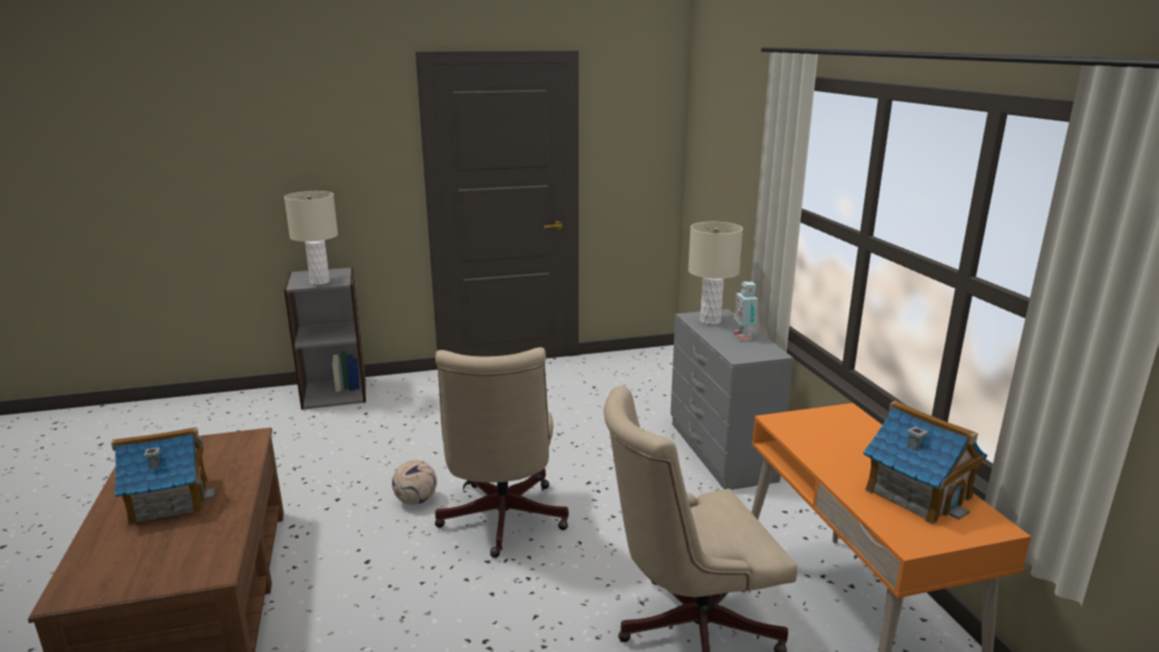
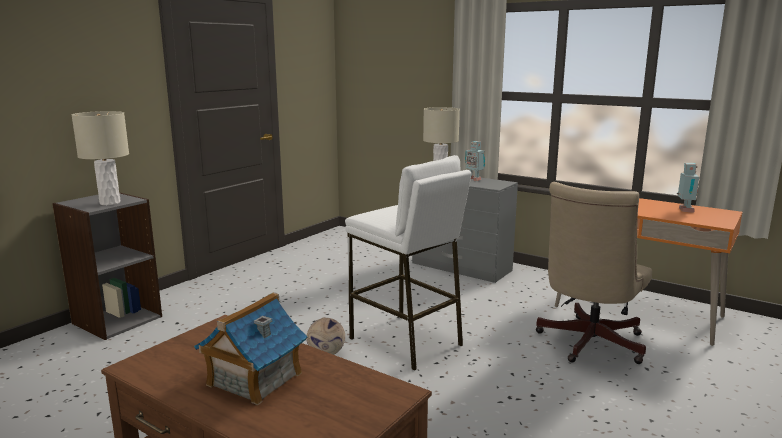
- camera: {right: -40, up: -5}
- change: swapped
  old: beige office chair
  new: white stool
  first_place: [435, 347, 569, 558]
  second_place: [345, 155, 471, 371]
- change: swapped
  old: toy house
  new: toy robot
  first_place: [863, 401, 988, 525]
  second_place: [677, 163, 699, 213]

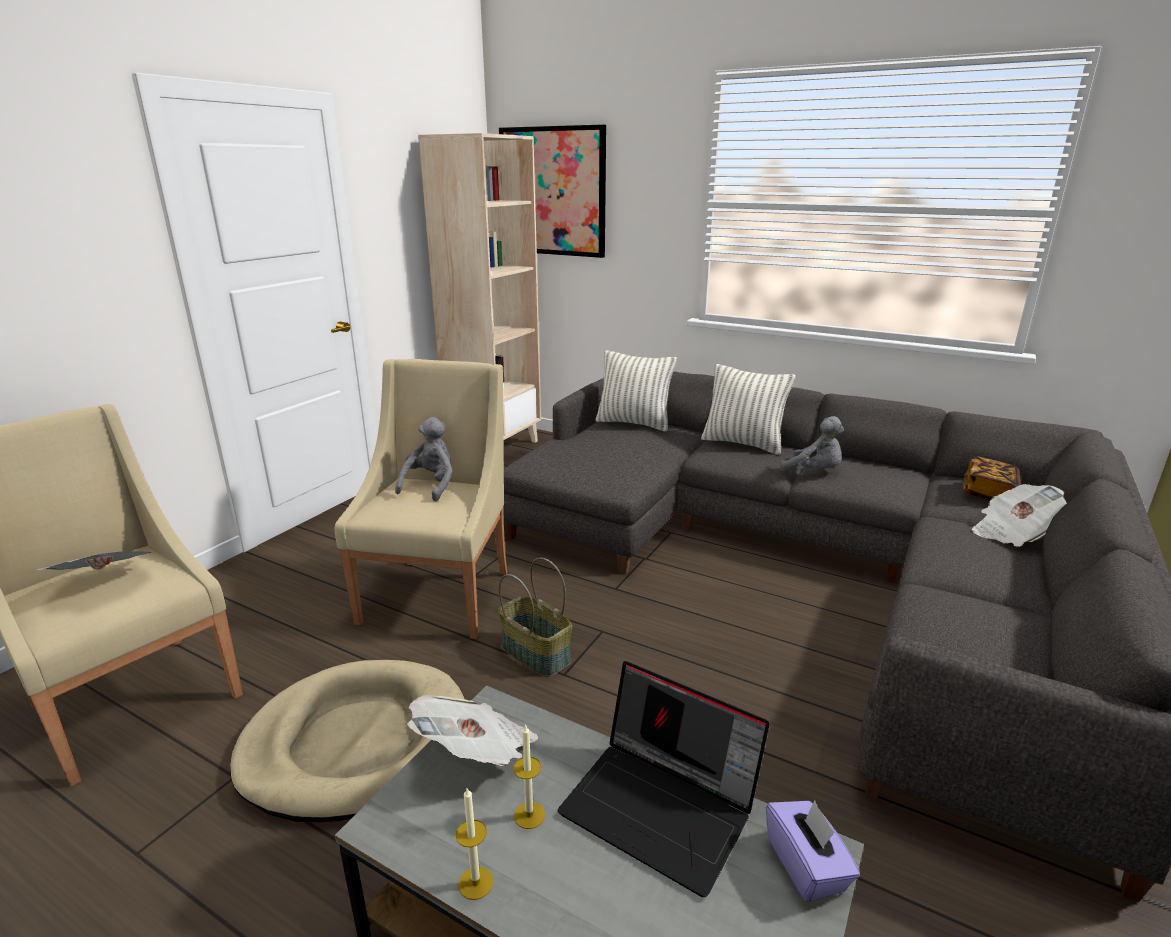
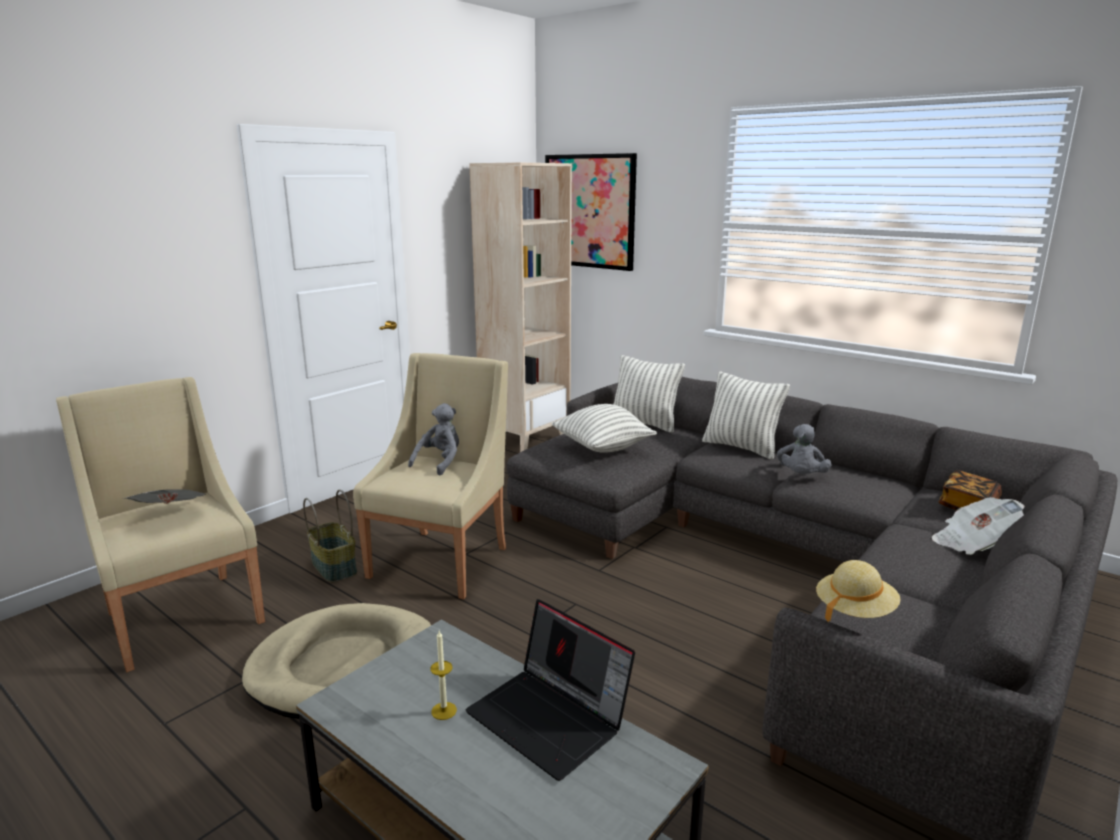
- camera: {right: 10, up: -5}
- change: rotated
  old: grey plush toy
  first_place: [780, 416, 844, 471]
  second_place: [777, 424, 831, 474]
  degrees: 60
- change: shifted
  old: basket
  first_place: [498, 558, 573, 677]
  second_place: [303, 490, 357, 583]
- change: gone
  old: newspaper
  first_place: [407, 695, 538, 766]
- change: gone
  old: candle
  first_place: [456, 788, 494, 900]
- change: gone
  old: purple tissue box
  first_place: [766, 800, 860, 902]
- change: new
  new: pillow
  second_place: [552, 404, 657, 453]
- change: new
  new: beige hat
  second_place: [816, 560, 901, 622]

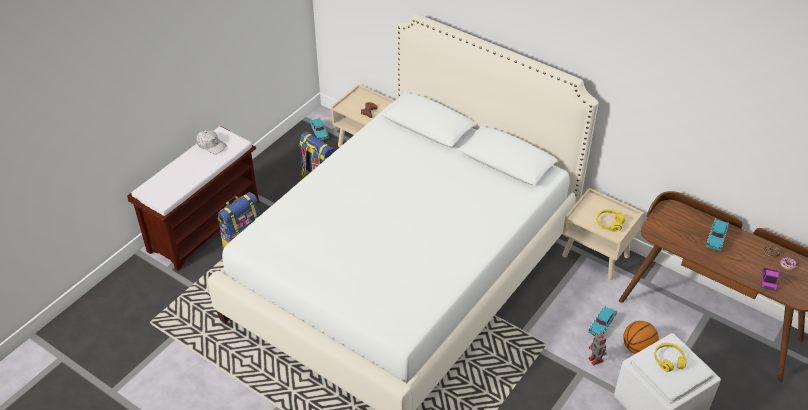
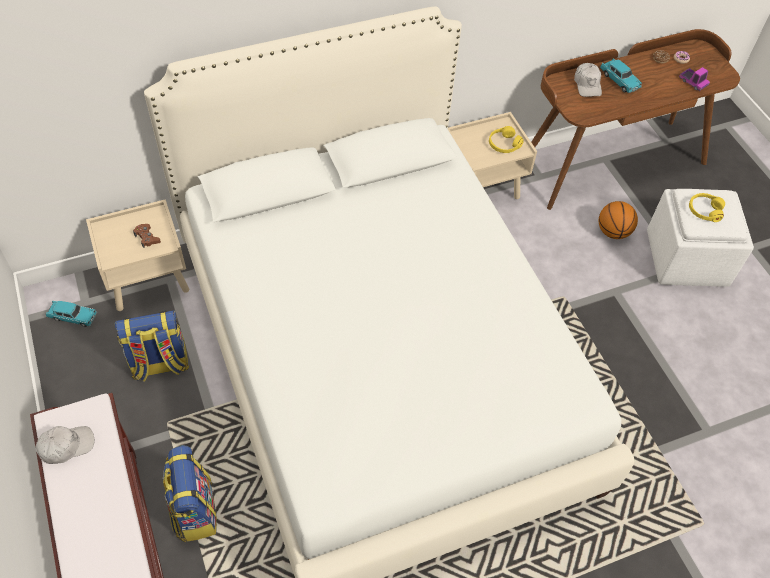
- camera: {right: -60, up: 10}
- change: gone
  old: turquoise toy car
  first_place: [588, 306, 617, 336]
- change: gone
  old: toy robot
  first_place: [588, 333, 607, 365]
- change: new
  new: white cap
  second_place: [574, 63, 602, 97]

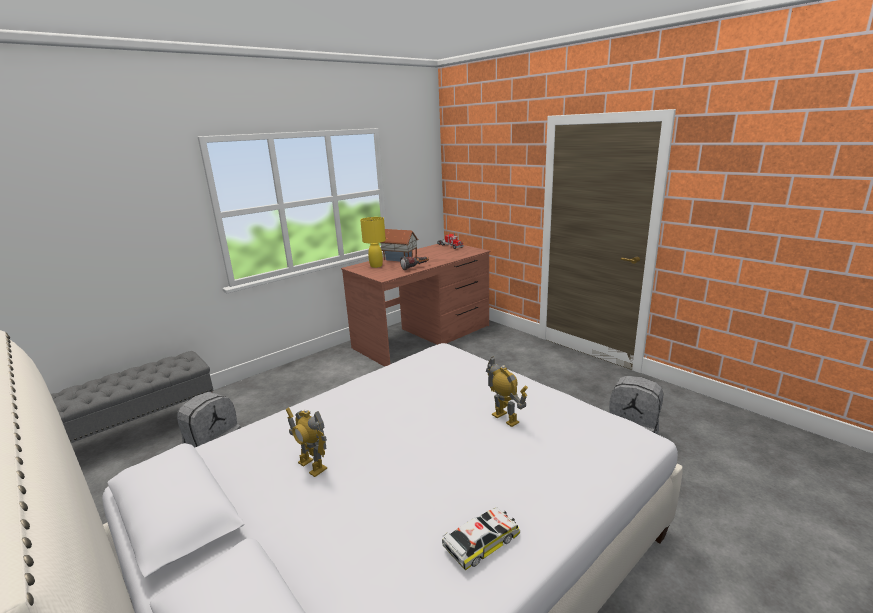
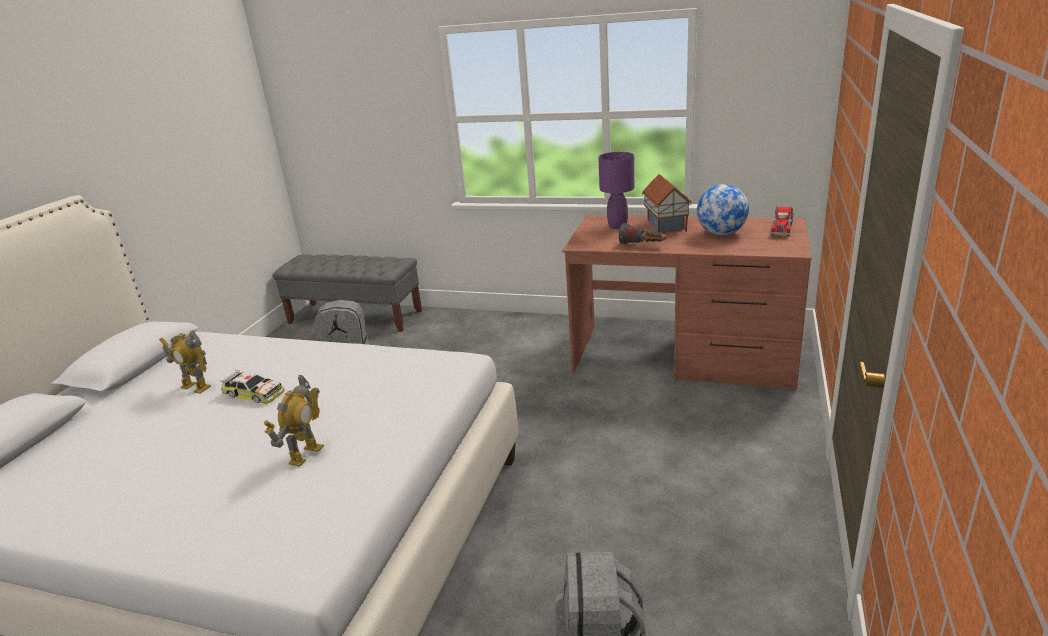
- camera: {right: 60, up: 5}
- change: repainted
  old: yellow table lamp
  new: purple table lamp
  first_place: [360, 217, 386, 268]
  second_place: [598, 152, 634, 229]
- change: rotated
  old: toy robot
  first_place: [286, 408, 327, 477]
  second_place: [159, 330, 211, 394]
  degrees: -75
- change: shifted
  old: toy car
  first_place: [442, 508, 520, 570]
  second_place: [221, 370, 285, 403]
- change: new
  new: globe
  second_place: [697, 184, 749, 235]

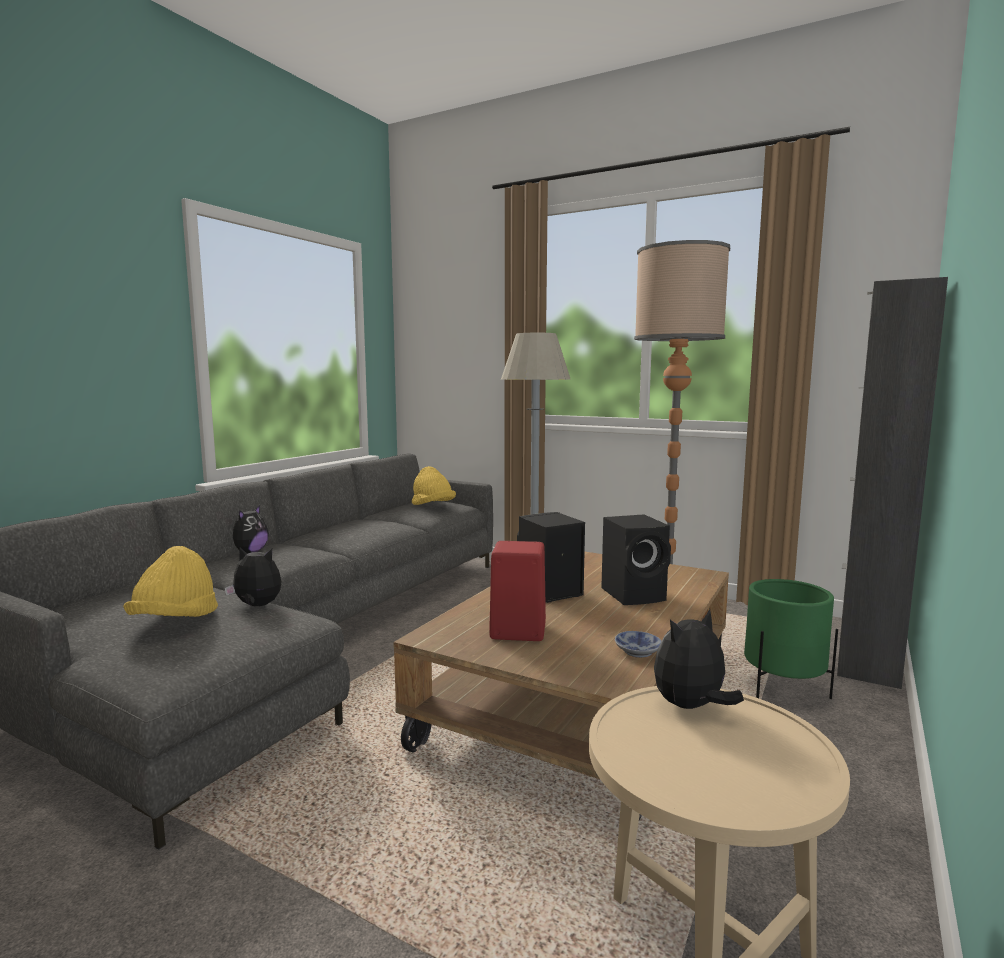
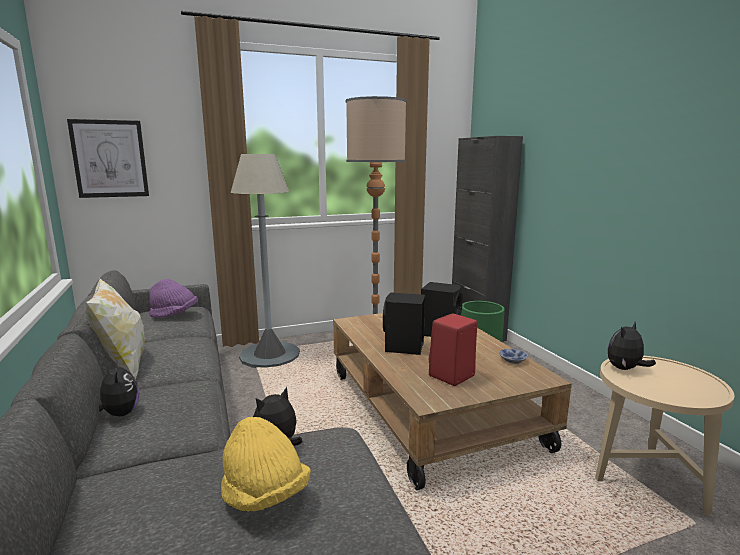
- camera: {right: -50, up: 5}
- change: repainted
  old: yellow hat
  new: purple hat
  first_place: [412, 466, 456, 505]
  second_place: [149, 279, 198, 318]
- change: rotated
  old: plush toy
  first_place: [654, 609, 744, 709]
  second_place: [607, 322, 656, 370]
  degrees: 45
- change: new
  new: picture
  second_place: [67, 119, 149, 198]
- change: new
  new: pillow
  second_place: [86, 277, 145, 380]

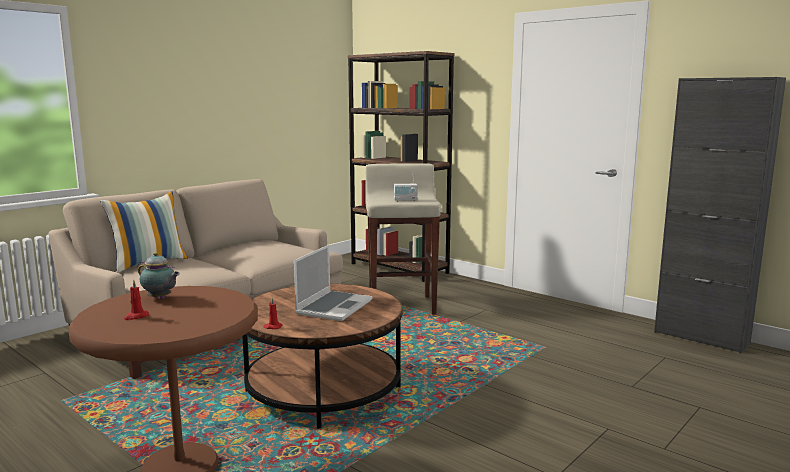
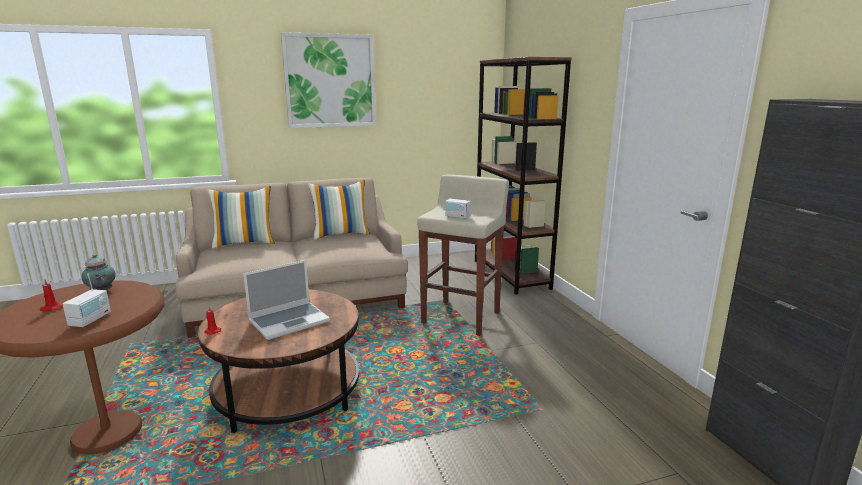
- camera: {right: 30, up: 5}
- change: new
  new: picture
  second_place: [281, 32, 376, 128]
- change: new
  new: pillow
  second_place: [308, 180, 370, 240]
- change: new
  new: radio
  second_place: [63, 273, 111, 327]

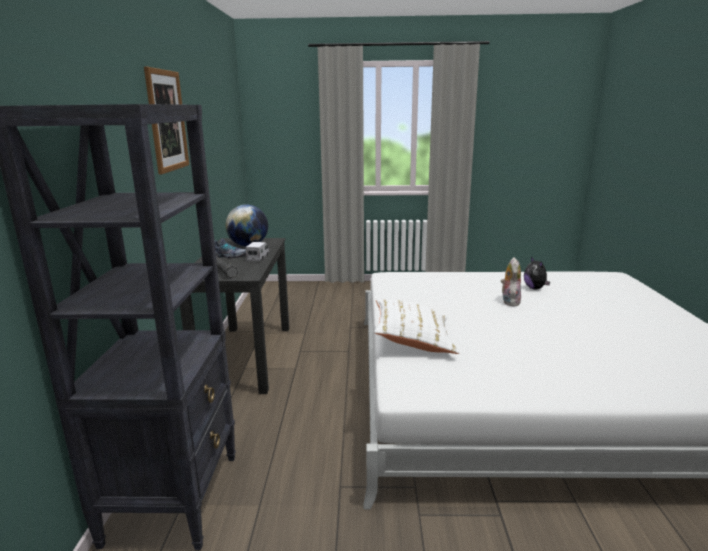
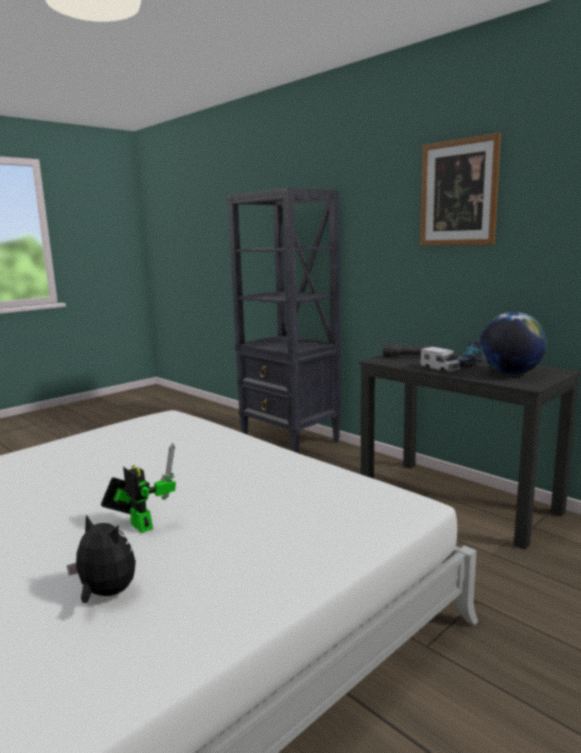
- camera: {right: 135, up: -5}
- change: swapped
  old: plush toy
  new: toy robot
  first_place: [501, 257, 521, 306]
  second_place: [101, 443, 176, 533]
- change: gone
  old: white pillow
  first_place: [374, 299, 460, 354]

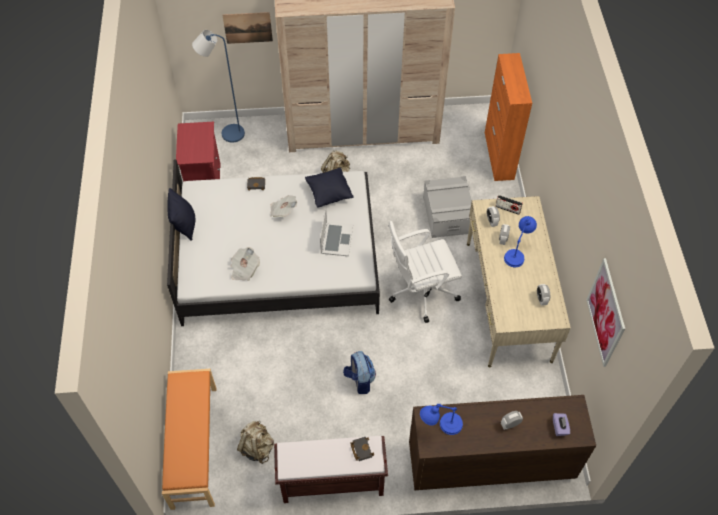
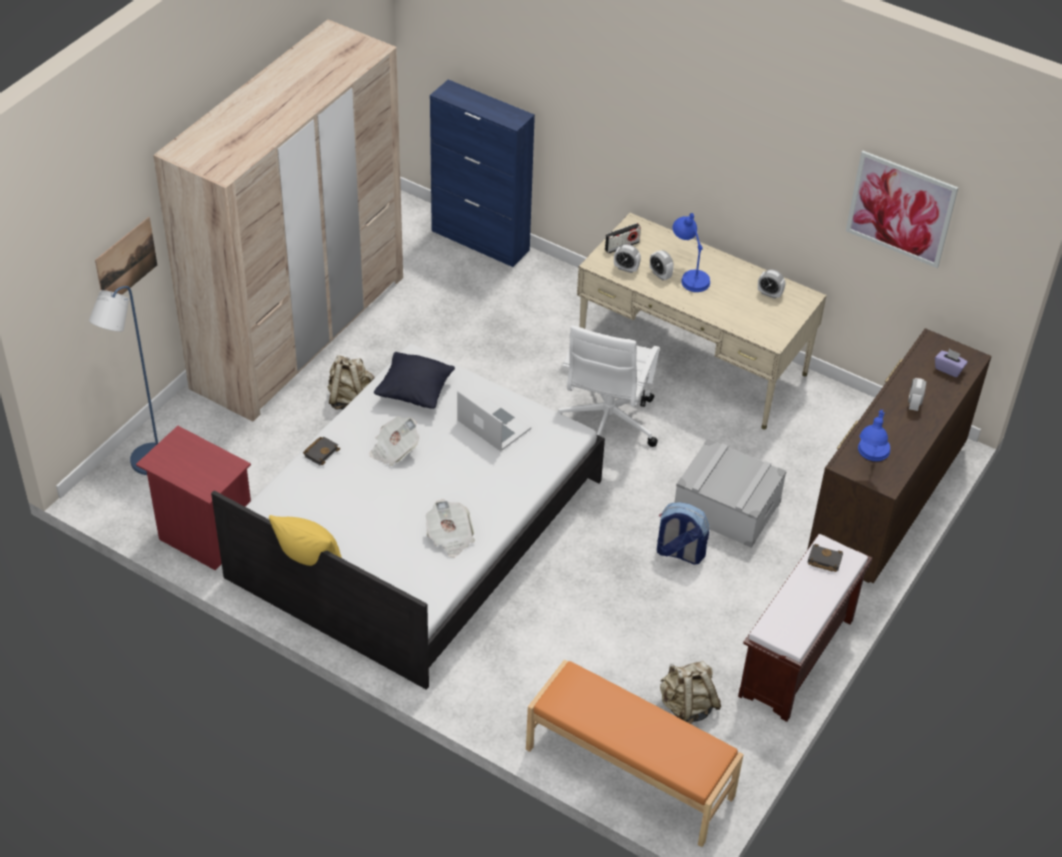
- camera: {right: -55, up: -10}
- change: repainted
  old: orange cabinet
  new: blue cabinet
  first_place: [485, 53, 532, 181]
  second_place: [430, 80, 535, 267]
- change: shifted
  old: grey storage box
  first_place: [423, 176, 472, 238]
  second_place: [675, 438, 787, 548]
- change: repainted
  old: black pillow
  new: yellow pillow
  first_place: [167, 188, 195, 241]
  second_place: [269, 515, 342, 566]

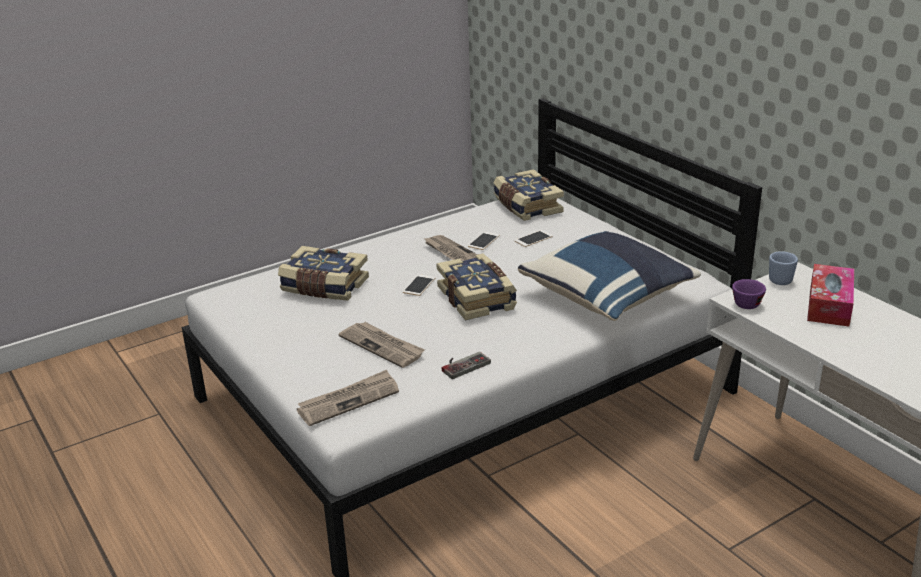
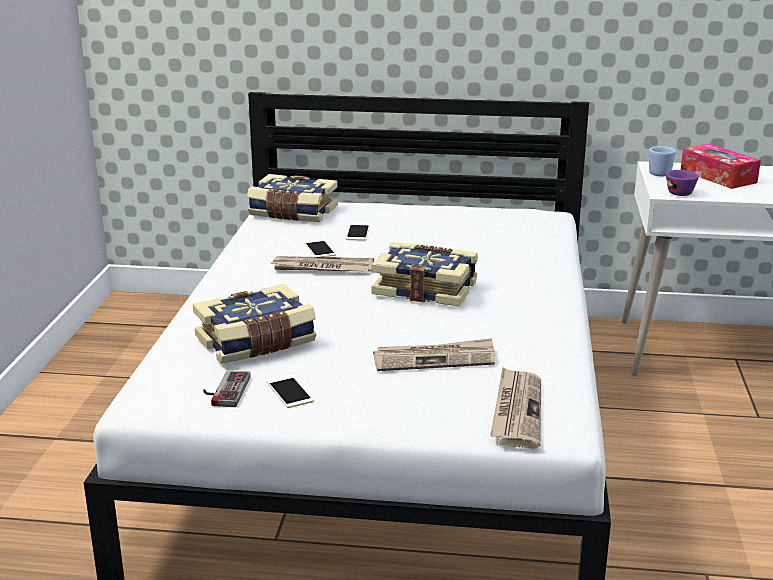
- camera: {right: -50, up: -5}
- change: gone
  old: blue pillow
  first_place: [518, 231, 701, 321]
- change: shifted
  old: phone
  first_place: [403, 274, 435, 296]
  second_place: [266, 375, 314, 408]
- change: shifted
  old: game controller
  first_place: [442, 352, 491, 379]
  second_place: [203, 370, 250, 407]

